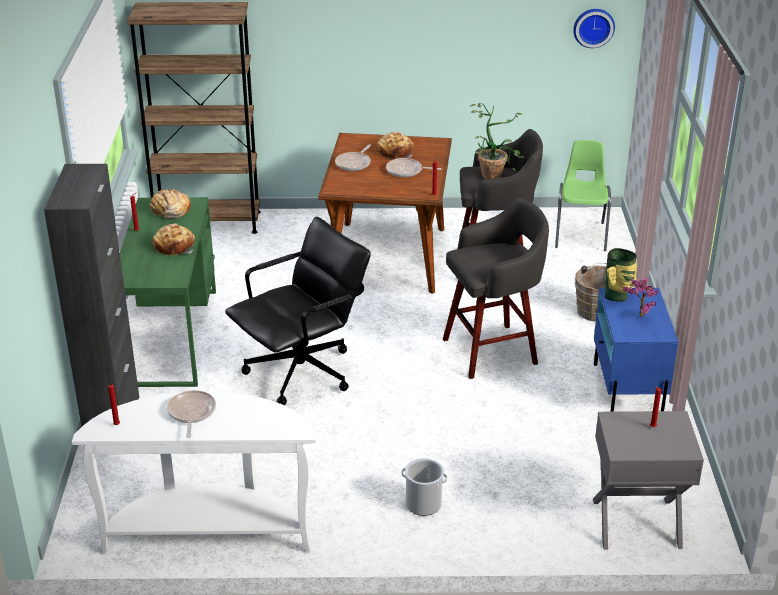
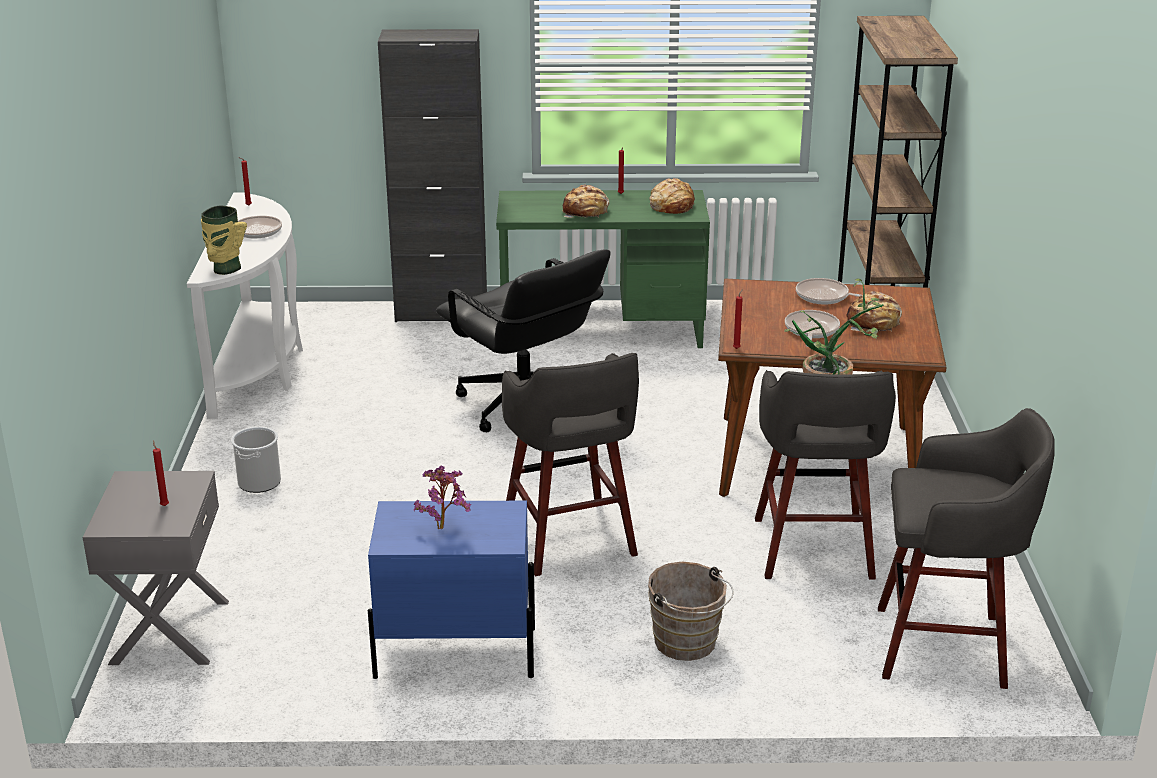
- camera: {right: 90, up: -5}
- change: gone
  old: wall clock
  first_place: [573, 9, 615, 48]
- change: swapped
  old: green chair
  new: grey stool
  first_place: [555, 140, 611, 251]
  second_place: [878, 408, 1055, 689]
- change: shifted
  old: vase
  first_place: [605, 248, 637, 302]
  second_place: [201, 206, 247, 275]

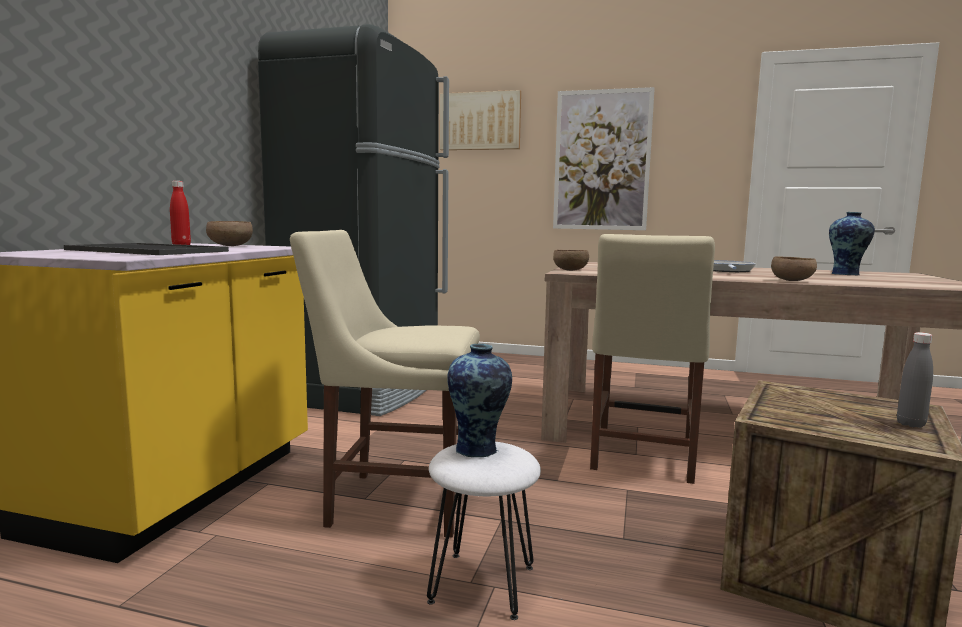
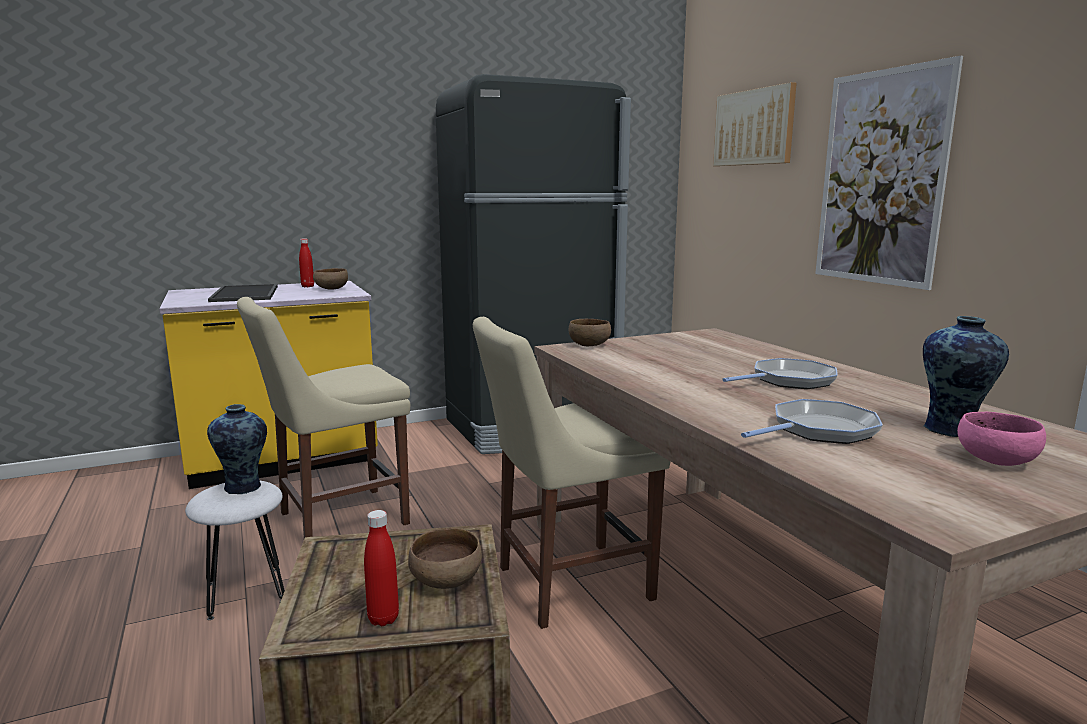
- camera: {right: 50, up: 5}
- change: rotated
  old: beige chair
  first_place: [290, 230, 480, 538]
  second_place: [237, 297, 410, 539]
  degrees: -90
- change: shifted
  old: brown bowl
  first_place: [771, 256, 817, 281]
  second_place: [408, 528, 482, 589]
- change: repainted
  old: grey bottle
  new: red bottle
  first_place: [897, 332, 933, 428]
  second_place: [364, 510, 399, 626]
- change: new
  new: frying pan
  second_place: [741, 399, 883, 444]
- change: new
  new: pink bowl
  second_place: [957, 412, 1046, 466]

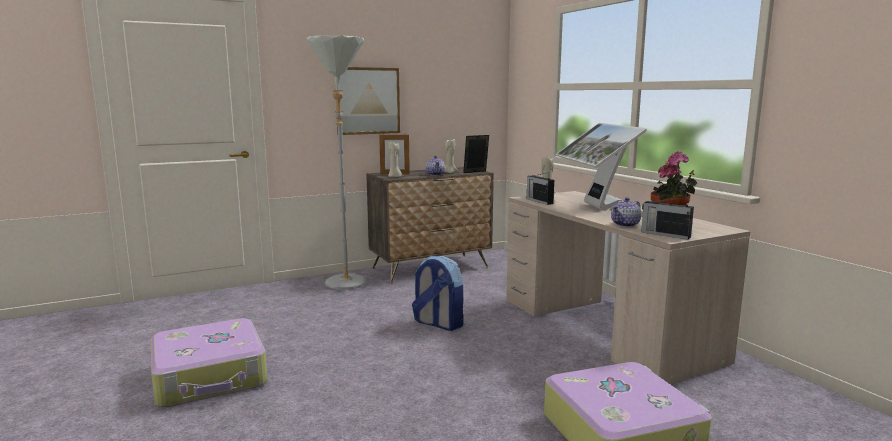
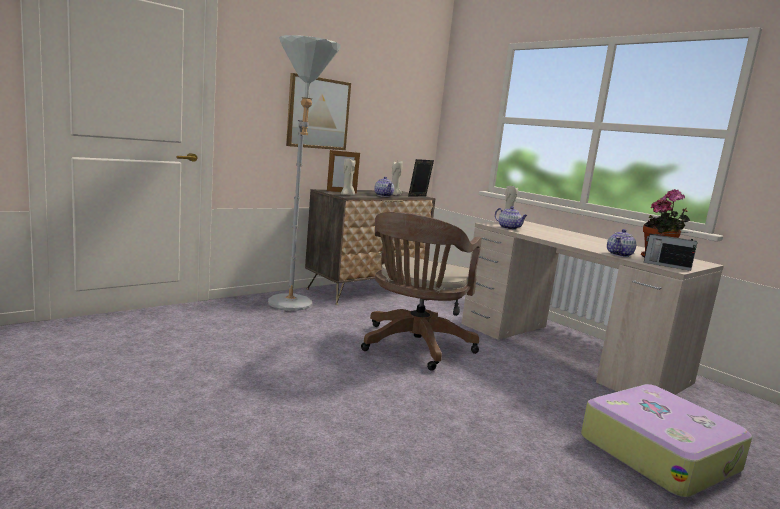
- camera: {right: -15, up: 0}
- change: gone
  old: monitor
  first_place: [556, 123, 647, 211]
- change: swapped
  old: radio
  new: teapot
  first_place: [527, 173, 554, 205]
  second_place: [495, 206, 528, 230]
- change: swapped
  old: backpack
  new: brown office chair
  first_place: [412, 256, 463, 331]
  second_place: [361, 212, 482, 371]
- change: gone
  old: suitcase
  first_place: [151, 318, 268, 407]

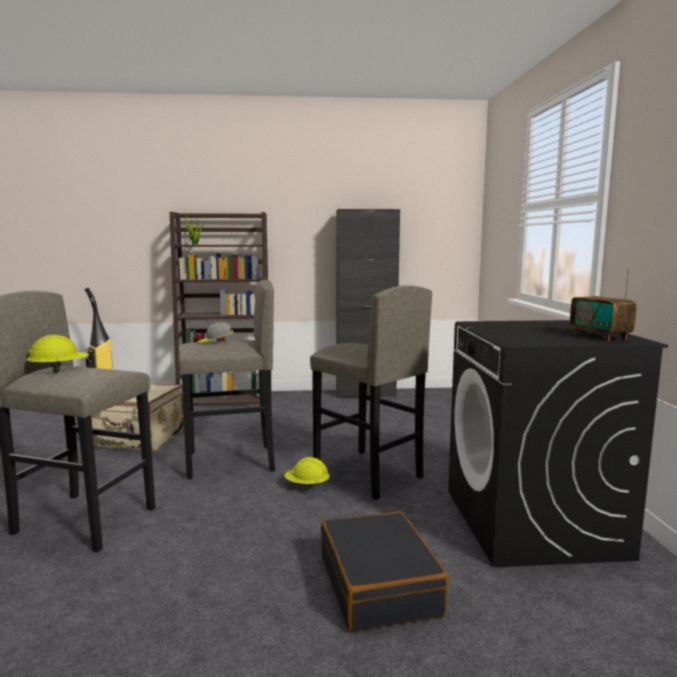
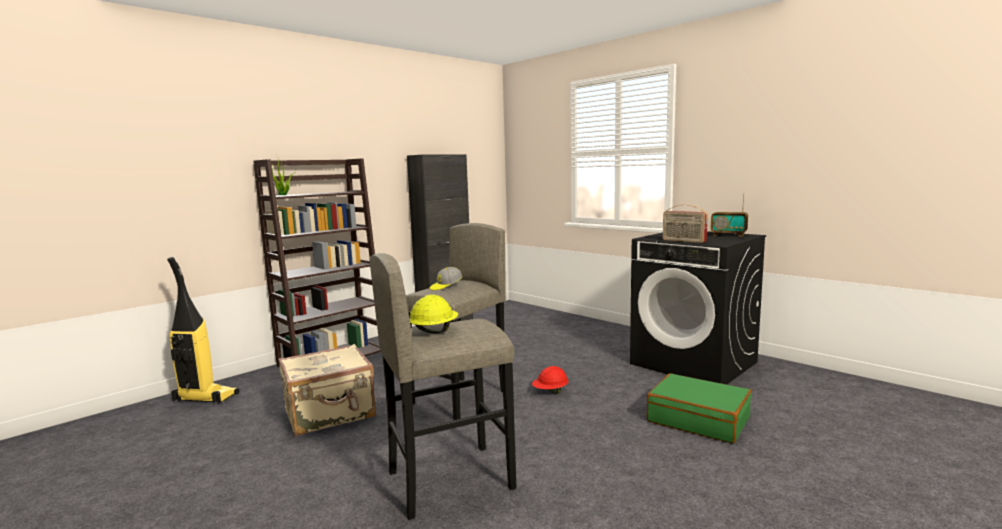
- camera: {right: -40, up: 0}
- change: gone
  old: grey stool
  first_place: [310, 285, 432, 500]
- change: repainted
  old: yellow hard hat
  new: red hard hat
  first_place: [284, 457, 330, 490]
  second_place: [532, 366, 569, 394]
- change: repainted
  old: black suitcase
  new: green suitcase
  first_place: [321, 511, 449, 632]
  second_place: [647, 373, 752, 443]
- change: new
  new: radio
  second_place: [663, 204, 708, 243]

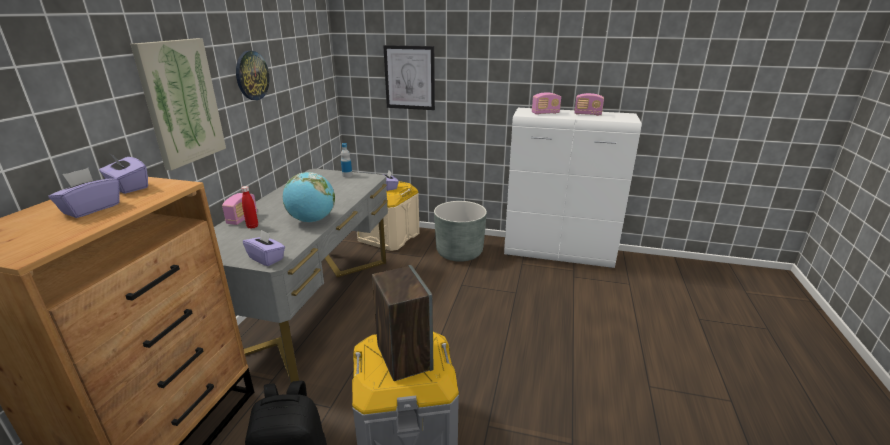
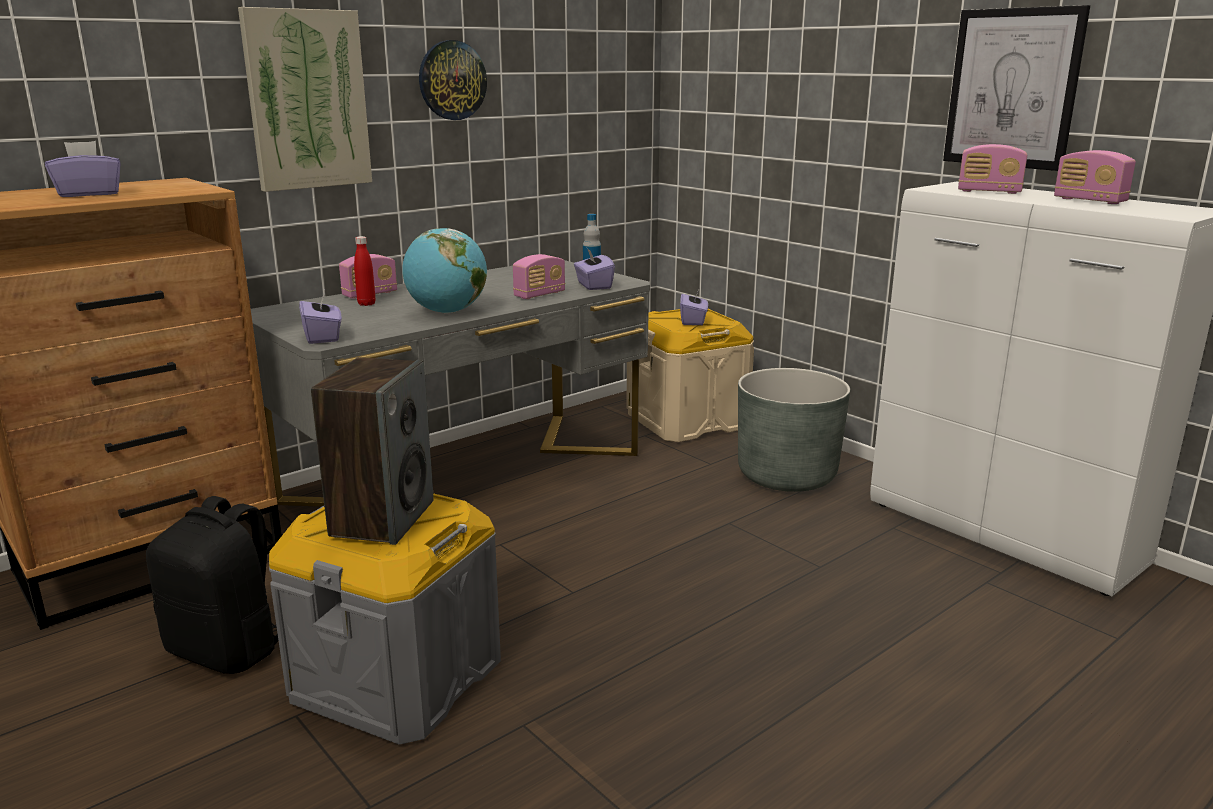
- camera: {right: 35, up: -5}
- change: shifted
  old: picture
  first_place: [383, 45, 435, 110]
  second_place: [943, 5, 1090, 171]
- change: shifted
  old: purple tissue box
  first_place: [99, 154, 148, 194]
  second_place: [574, 248, 615, 290]
- change: new
  new: radio
  second_place: [513, 254, 565, 299]

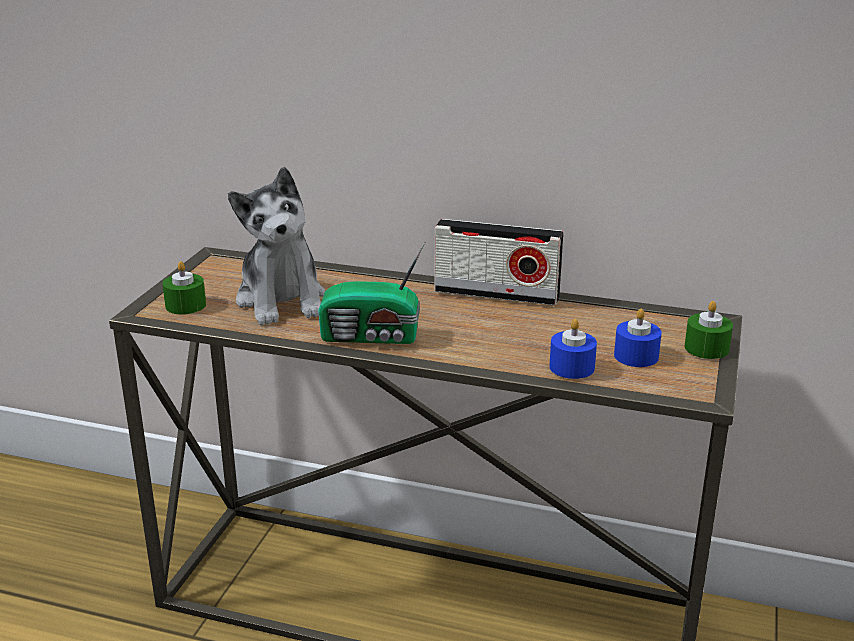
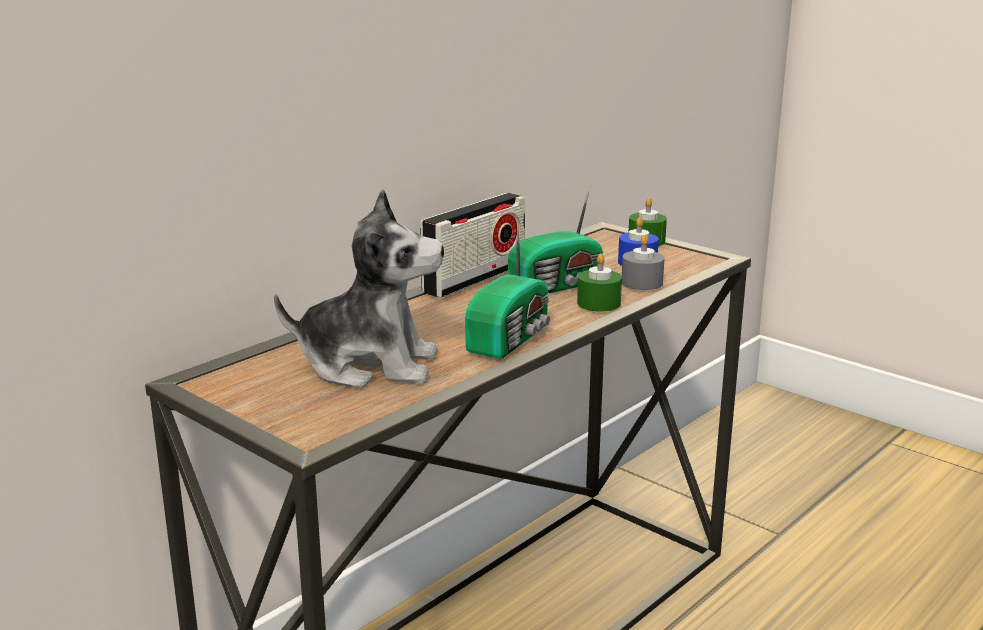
- camera: {right: -65, up: -5}
- change: shifted
  old: green candle
  first_place: [162, 261, 206, 315]
  second_place: [577, 254, 622, 312]
- change: repainted
  old: blue candle
  new: grey candle
  first_place: [549, 319, 597, 379]
  second_place: [622, 235, 665, 290]
- change: new
  new: radio
  second_place: [508, 186, 604, 293]

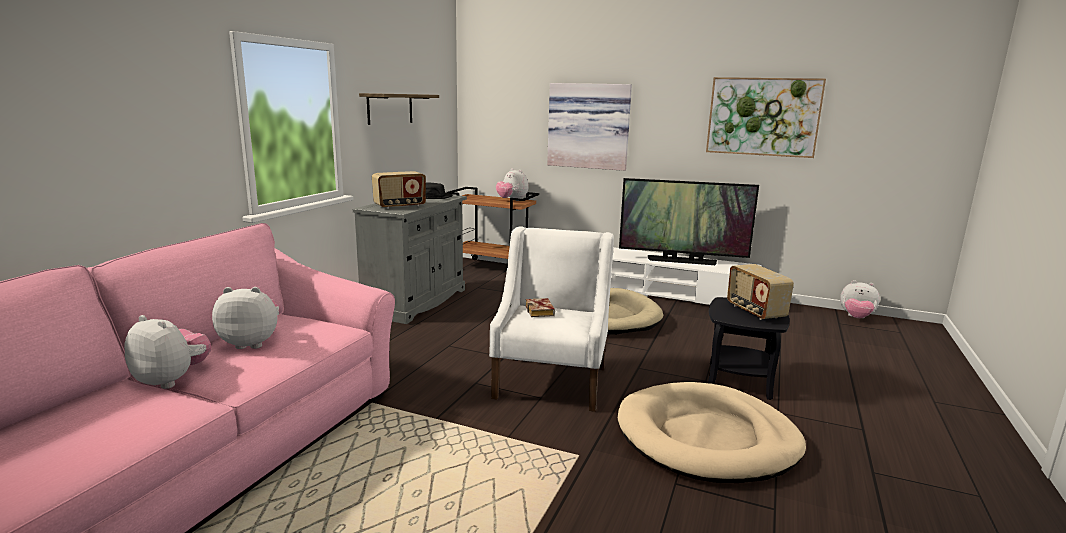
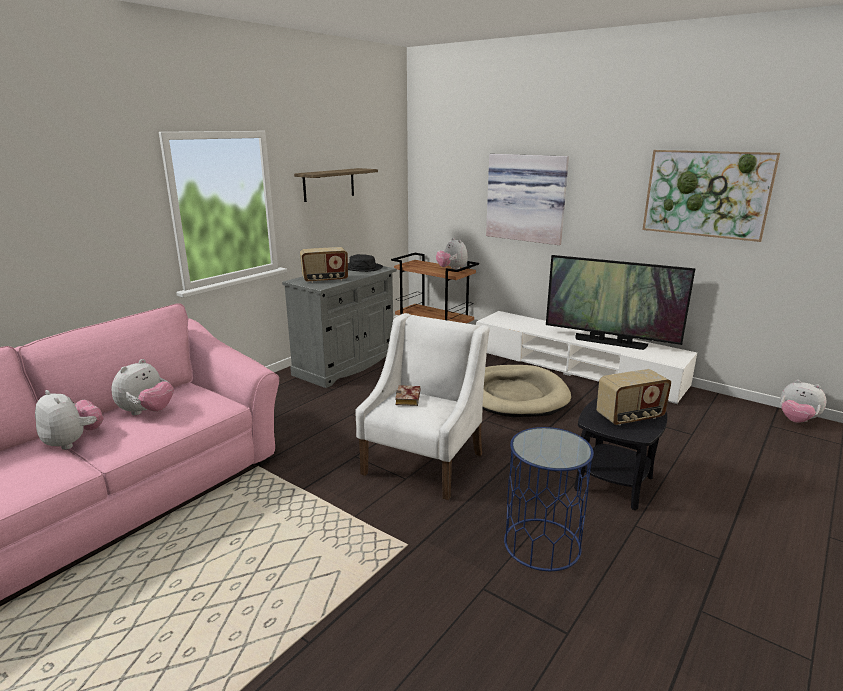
- camera: {right: 15, up: 5}
- change: rotated
  old: radio
  first_place: [727, 264, 794, 320]
  second_place: [596, 369, 671, 426]
  degrees: -105
- change: rotated
  old: plush toy
  first_place: [212, 287, 279, 349]
  second_place: [111, 359, 174, 415]
  degrees: 105
- change: swapped
  old: beige dog bed
  new: blue side table
  first_place: [618, 382, 806, 483]
  second_place: [504, 427, 594, 571]

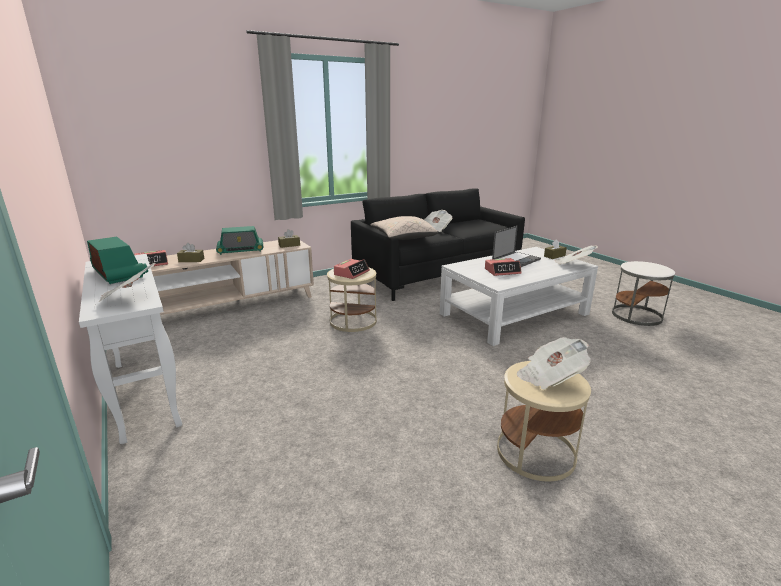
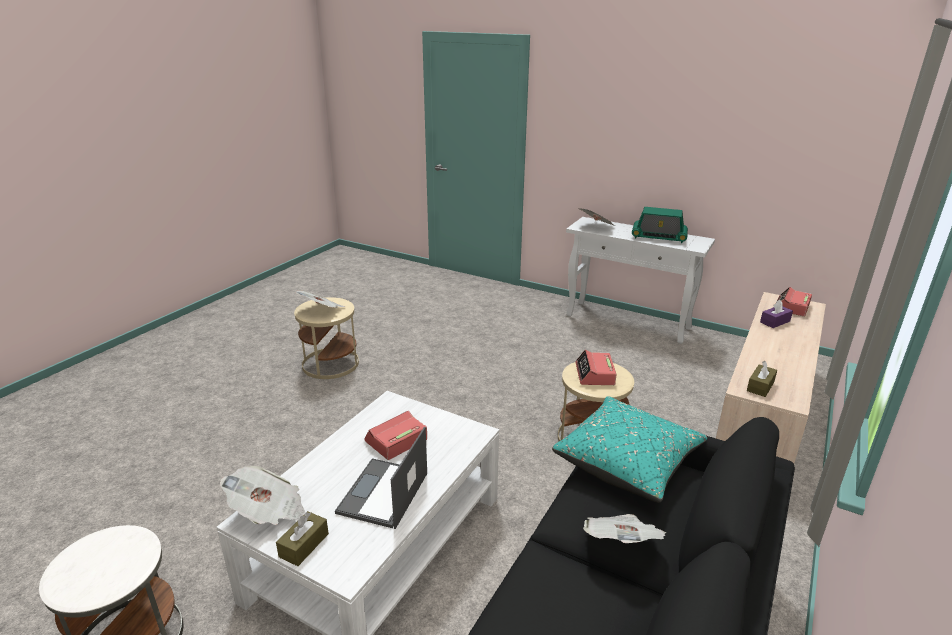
- camera: {right: 150, up: 5}
- change: repainted
  old: beige pillow
  new: turquoise pillow
  first_place: [371, 216, 438, 240]
  second_place: [552, 396, 707, 503]
- change: gone
  old: radio
  first_place: [216, 226, 264, 255]
- change: repainted
  old: brown tissue box
  new: purple tissue box
  first_place: [177, 243, 204, 262]
  second_place: [760, 300, 793, 328]

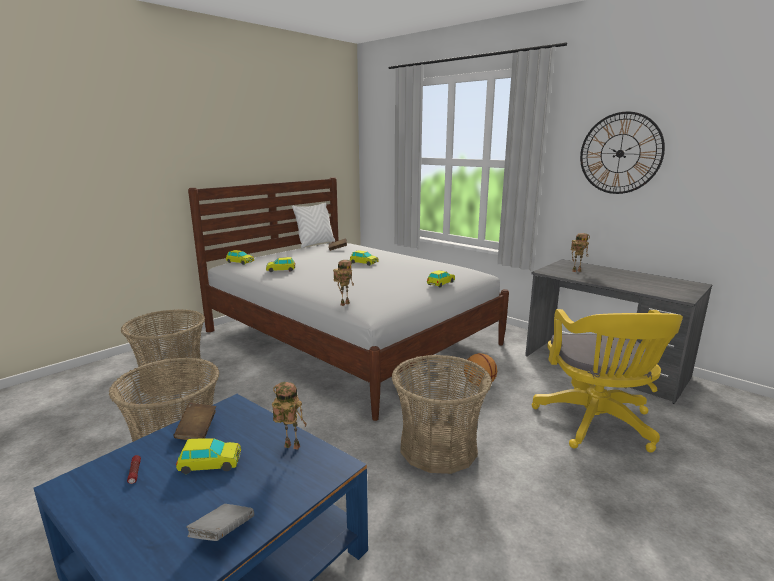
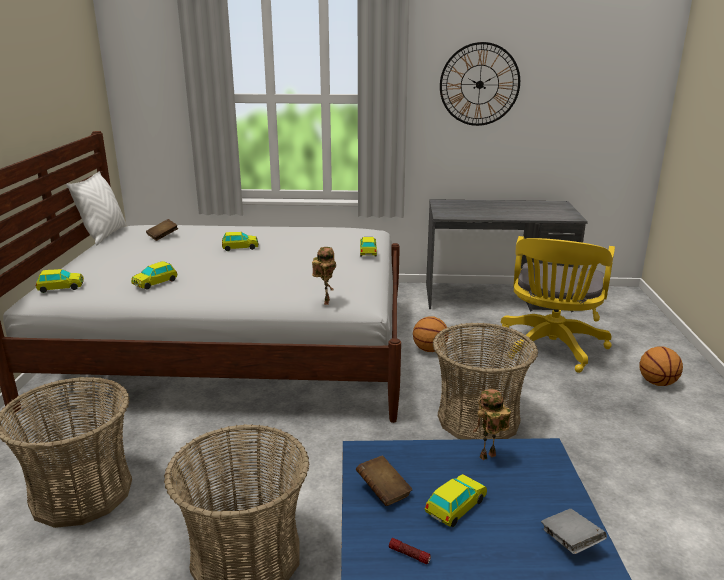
- camera: {right: -40, up: 5}
- change: gone
  old: toy robot
  first_place: [571, 233, 590, 272]
- change: rotated
  old: yellow office chair
  first_place: [532, 309, 683, 453]
  second_place: [501, 236, 615, 373]
  degrees: 60
- change: new
  new: basketball
  second_place: [640, 347, 683, 386]

